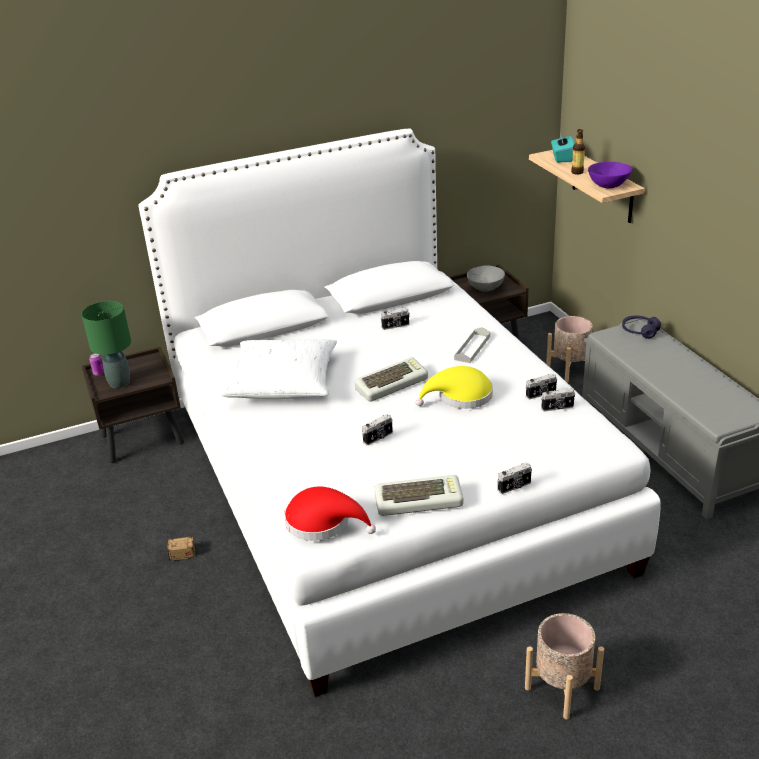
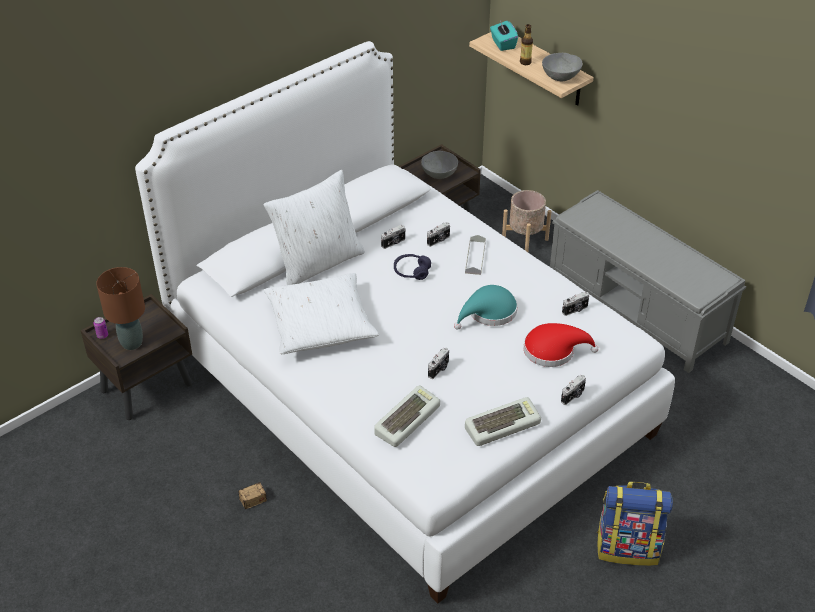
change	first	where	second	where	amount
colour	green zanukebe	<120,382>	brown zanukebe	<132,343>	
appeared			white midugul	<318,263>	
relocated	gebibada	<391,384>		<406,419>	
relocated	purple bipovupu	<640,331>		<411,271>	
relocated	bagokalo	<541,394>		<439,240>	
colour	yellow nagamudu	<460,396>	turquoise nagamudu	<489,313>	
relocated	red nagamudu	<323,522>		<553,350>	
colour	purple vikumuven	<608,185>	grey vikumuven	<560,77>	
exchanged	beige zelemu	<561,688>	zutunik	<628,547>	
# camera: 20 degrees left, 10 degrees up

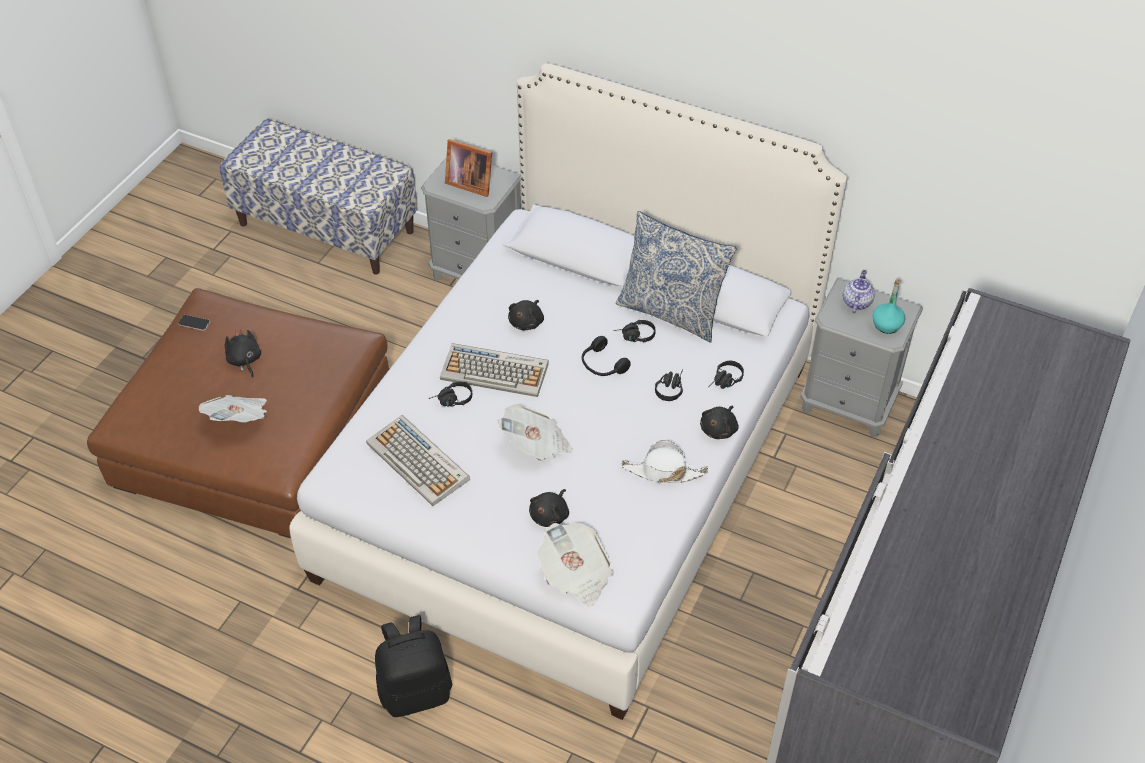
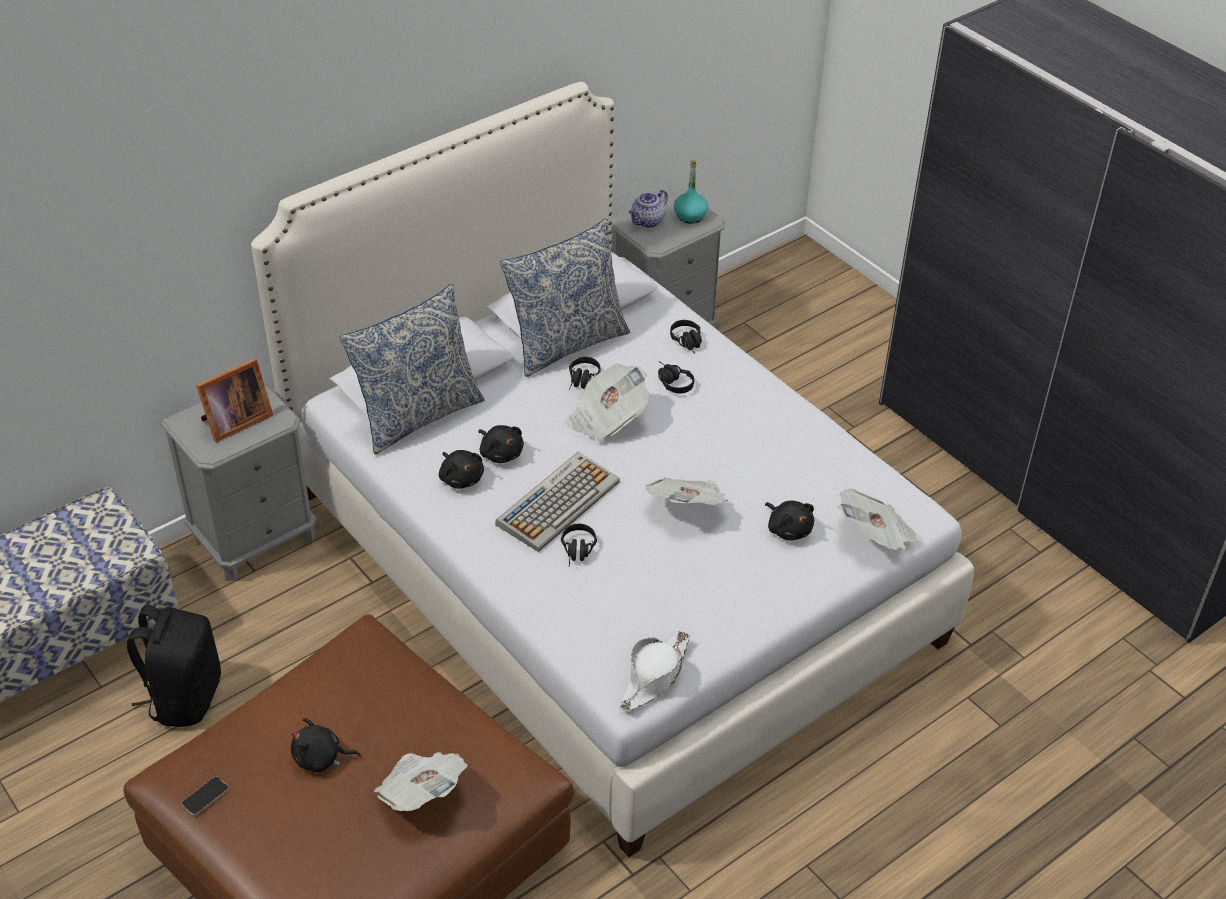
change	first	where	second	where	amount
relocated	black zutunik	<416,691>		<184,697>	
appeared			midugul	<418,415>	
relocated	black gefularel	<719,429>		<461,478>	
exchanged	black bipovupu	<602,365>	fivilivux	<607,418>	
relocated	white nagamudu	<663,471>		<654,676>	
spun	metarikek	<856,302>		<647,221>	90 degrees counterclockwise
missing	gebibada	<419,461>			
# camera: 65 degrees left, 5 degrees down

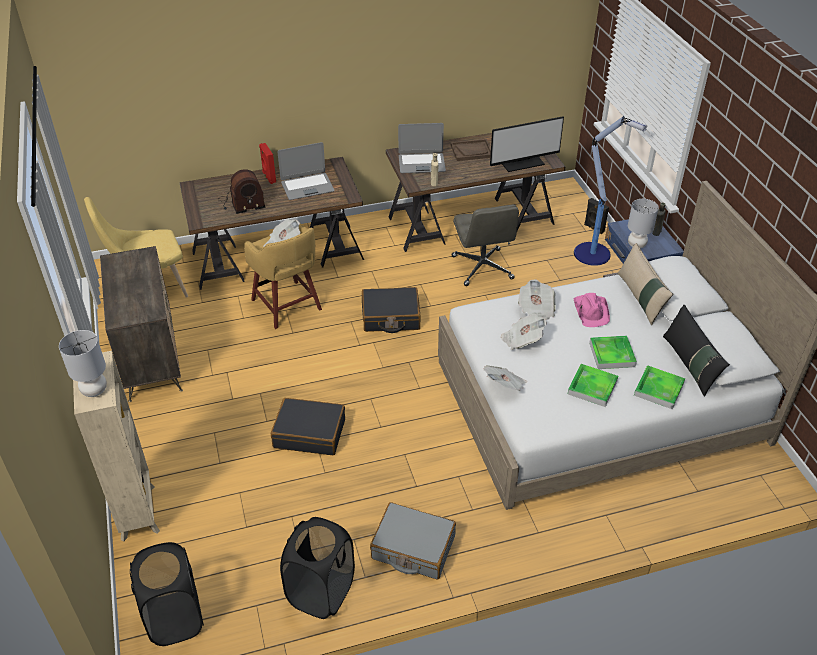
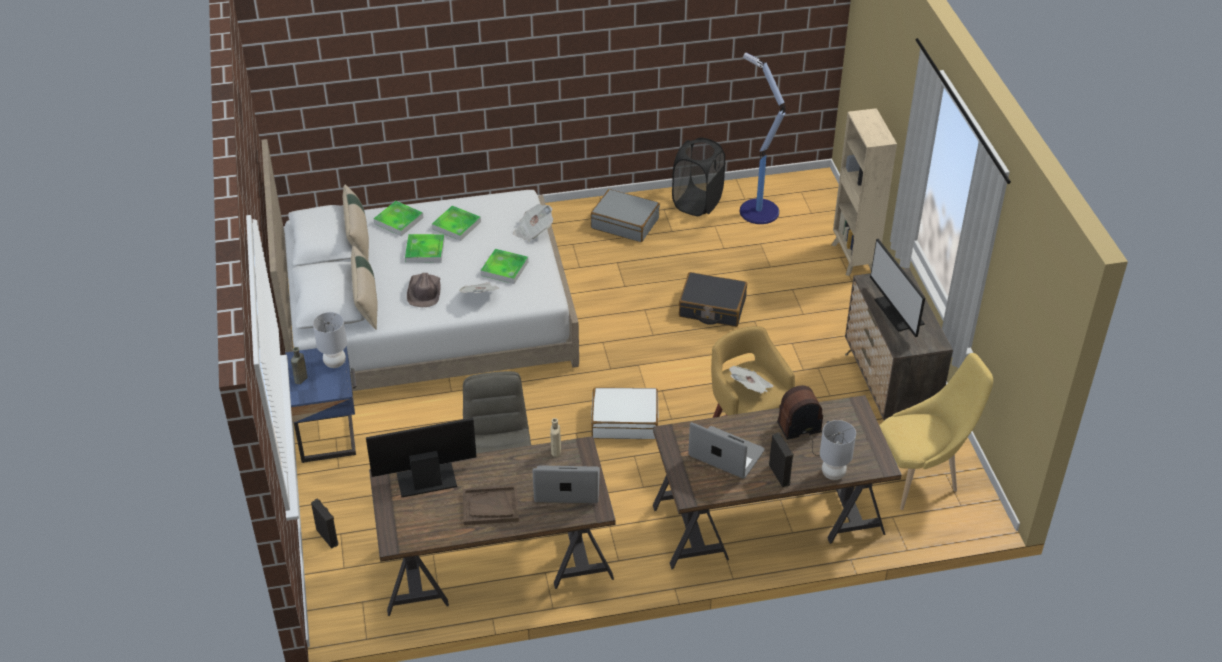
change	first	where	second	where	amount
colour	black midugul	<690,364>	beige midugul	<358,238>	
colour	pink nagamudu	<591,311>	brown nagamudu	<424,292>	
exchanged	fivilivux	<522,340>	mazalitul	<504,268>	
colour	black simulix	<390,317>	white simulix	<624,421>	
spun	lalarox	<307,187>		<726,454>	45 degrees clockwise
relocated	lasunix	<593,254>		<757,211>	
colour	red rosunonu	<268,177>	black rosunonu	<780,475>	
relocated	grey zanukebe	<94,391>		<833,473>	
appeared			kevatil	<898,312>	
missing	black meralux	<175,618>			
# camera: 175 degrees left, 0 degrees up

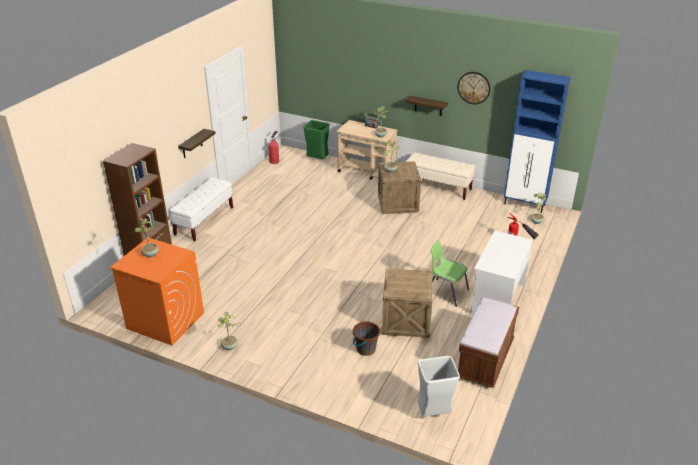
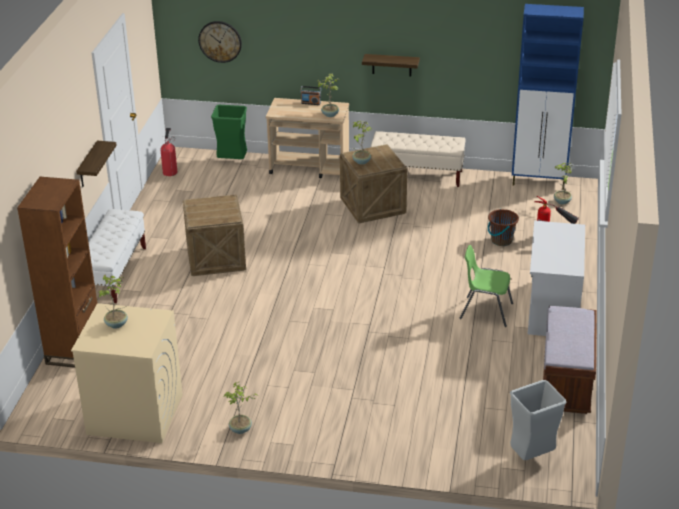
change	first	where	second	where	amount
colour	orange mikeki	<165,321>	beige mikeki	<134,414>	
relocated	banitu	<406,321>		<216,258>	
relocated	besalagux	<474,87>		<220,41>	
relocated	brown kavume	<365,349>		<501,240>	
# camera: 15 degrees left, 0 degrees up

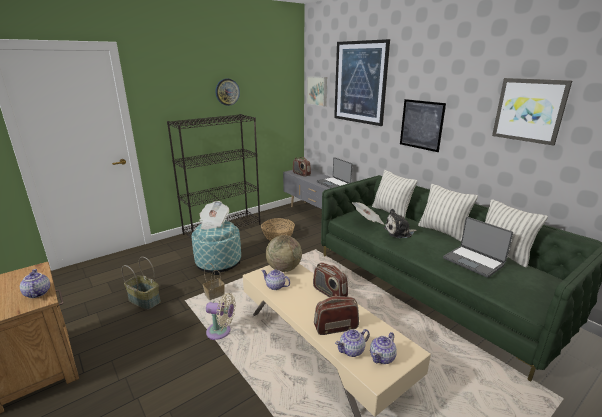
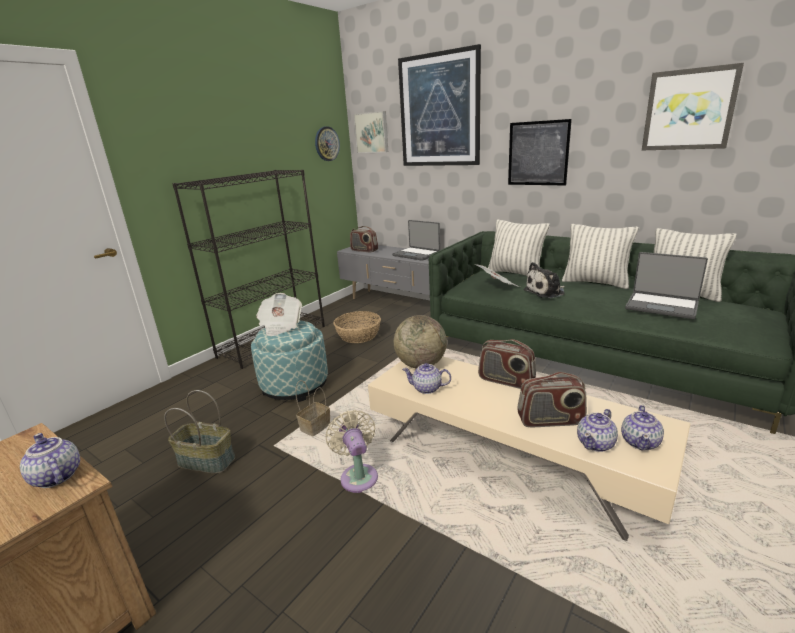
change	first	where	second	where	amount
relocated	besalagux	<227,92>		<326,144>	
spun	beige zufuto	<221,332>		<358,475>	105 degrees counterclockwise
spun	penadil	<335,327>		<550,420>	150 degrees counterclockwise
# camera: 15 degrees left, 0 degrees up

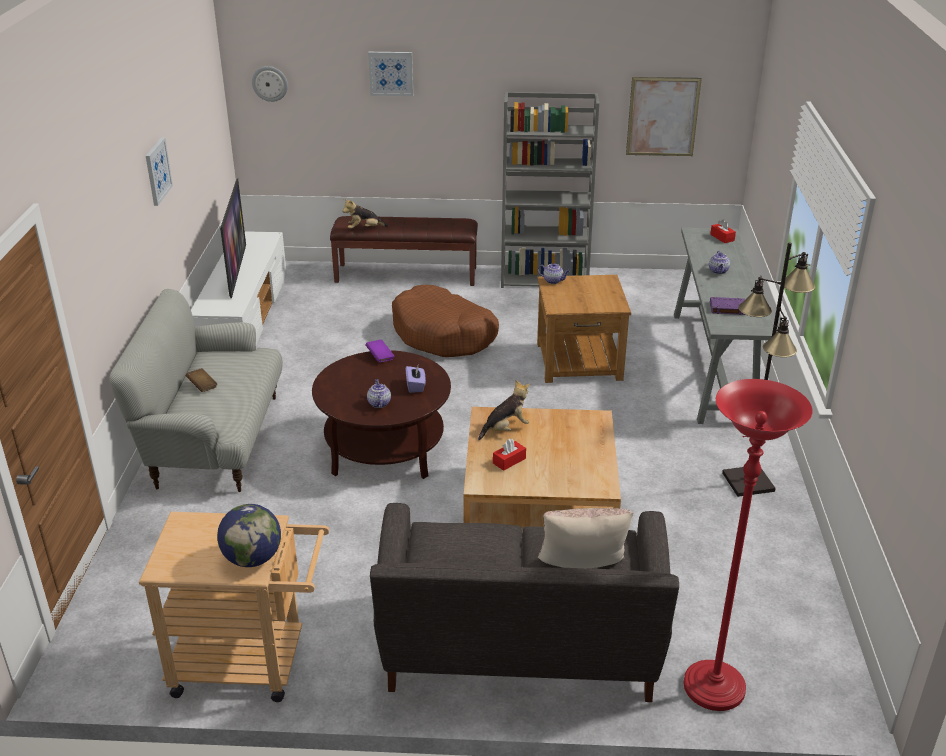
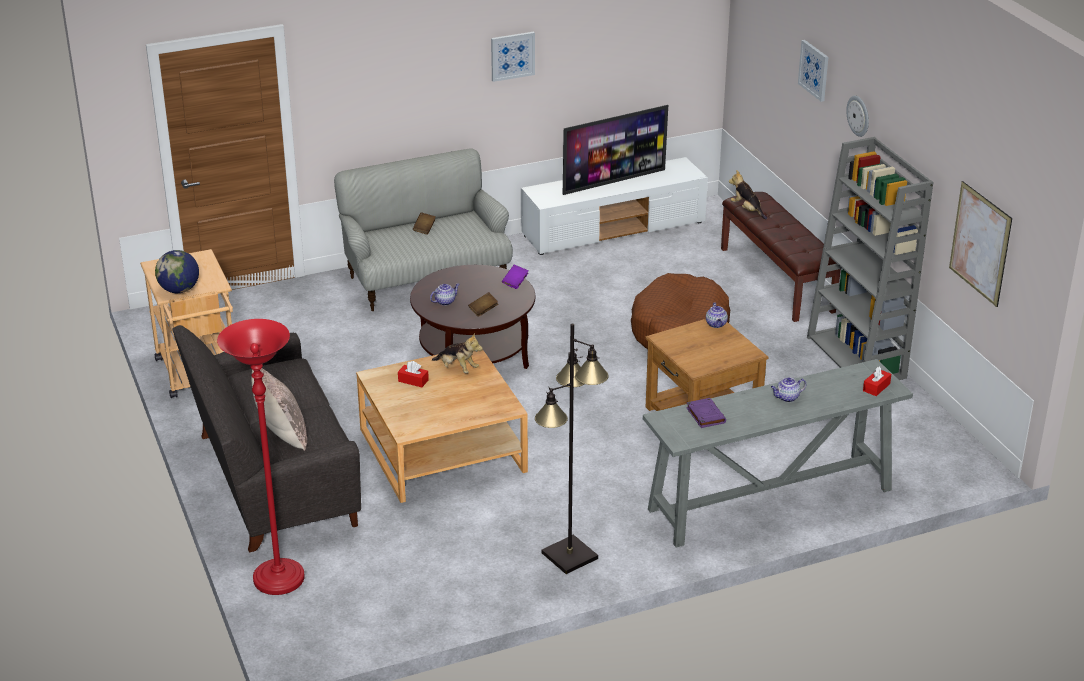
change	first	where	second	where	amount
exchanged	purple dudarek	<415,386>	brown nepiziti	<483,310>	
relocated	besalagux	<270,83>		<858,115>	
# camera: 65 degrees right, 0 degrees up

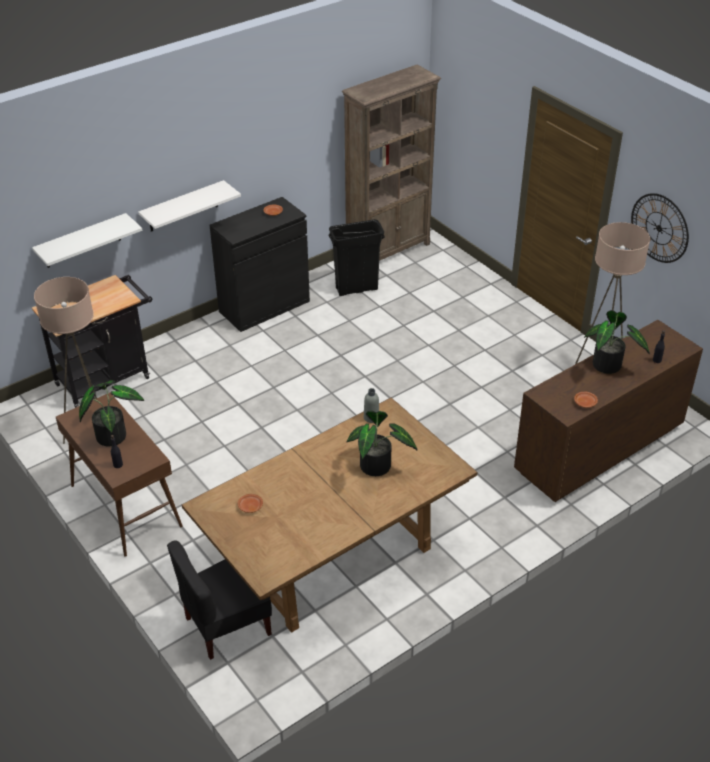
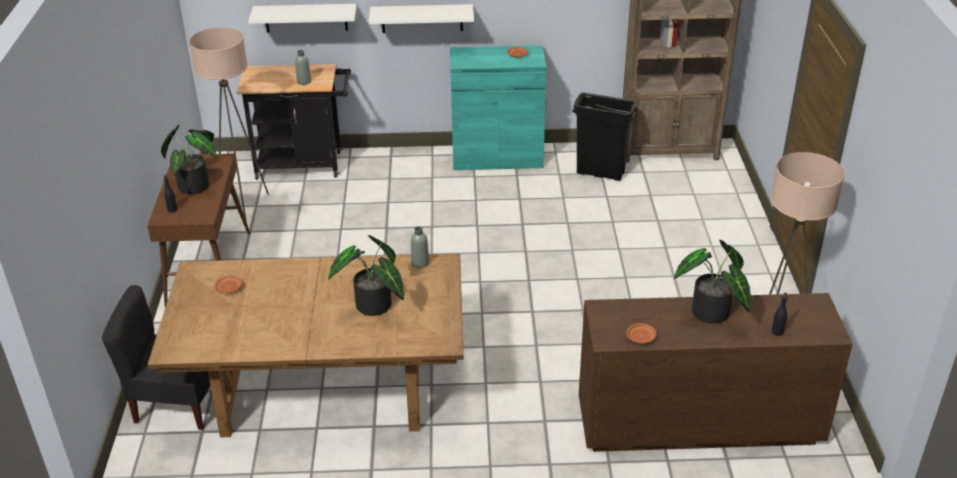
change	first	where	second	where	amount
appeared			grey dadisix	<304,81>	
colour	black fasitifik	<264,306>	turquoise fasitifik	<497,157>	
missing	besalagux	<659,228>			
# camera: 35 degrees right, 5 degrees down

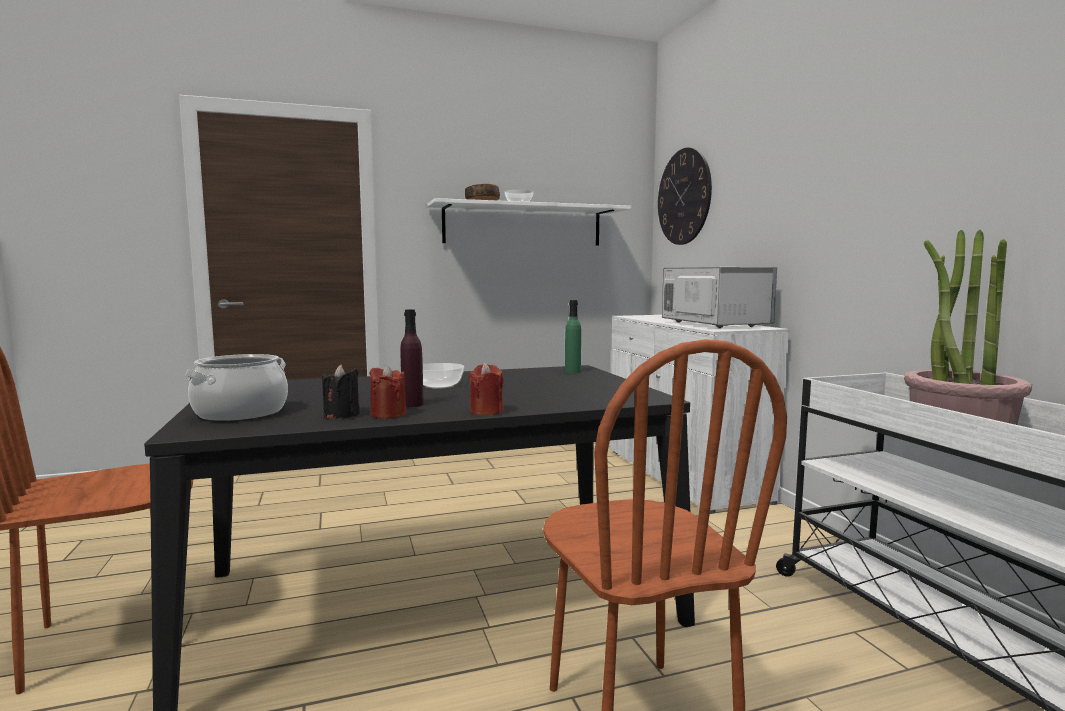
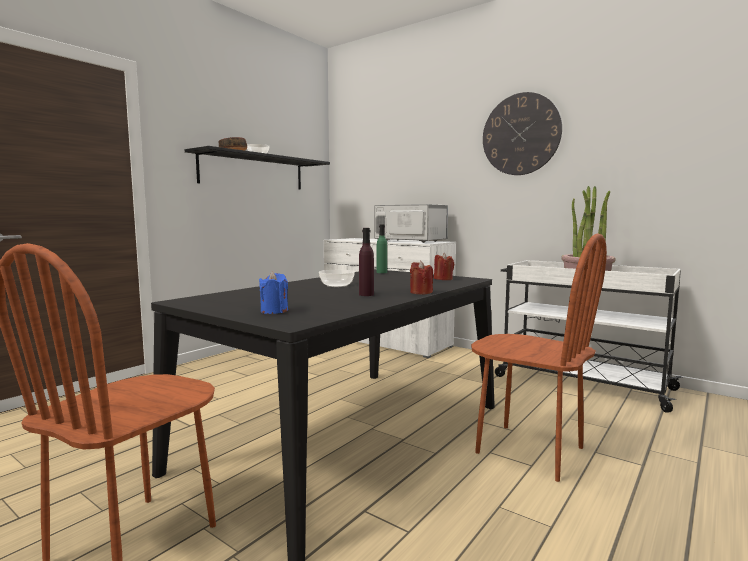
change	first	where	second	where	amount
colour	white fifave	<523,225>	black fifave	<253,172>	
exchanged	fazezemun	<240,413>	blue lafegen	<274,311>	
relocated	red lafegen	<388,415>		<443,279>	
relocated	besalagux	<684,197>		<521,134>	
missing	black lafegen	<342,415>			
# camera: 35 degrees left, 0 degrees up

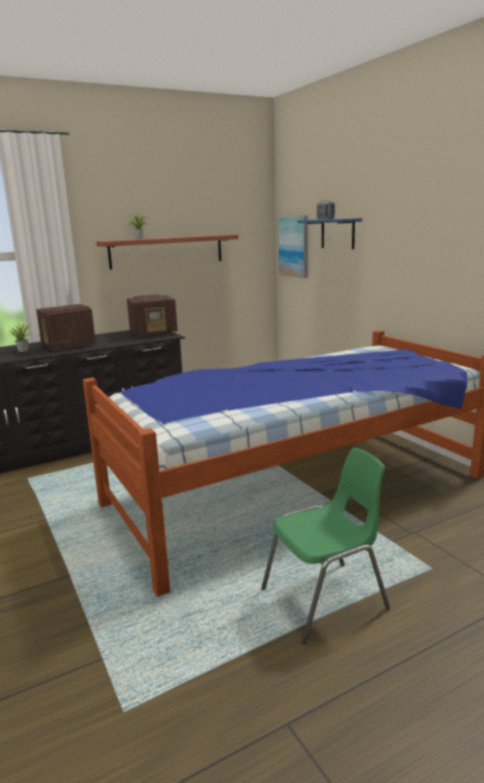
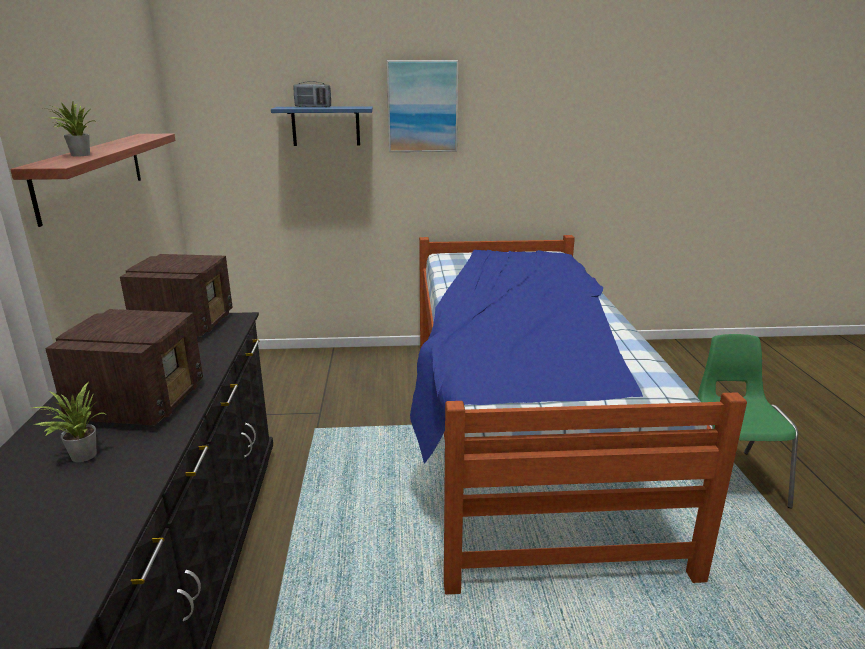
change	first	where	second	where	amount
spun	penadil	<68,346>		<141,402>	75 degrees counterclockwise
relocated	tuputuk	<294,246>		<422,106>	
# camera: 65 degrees left, 5 degrees up

